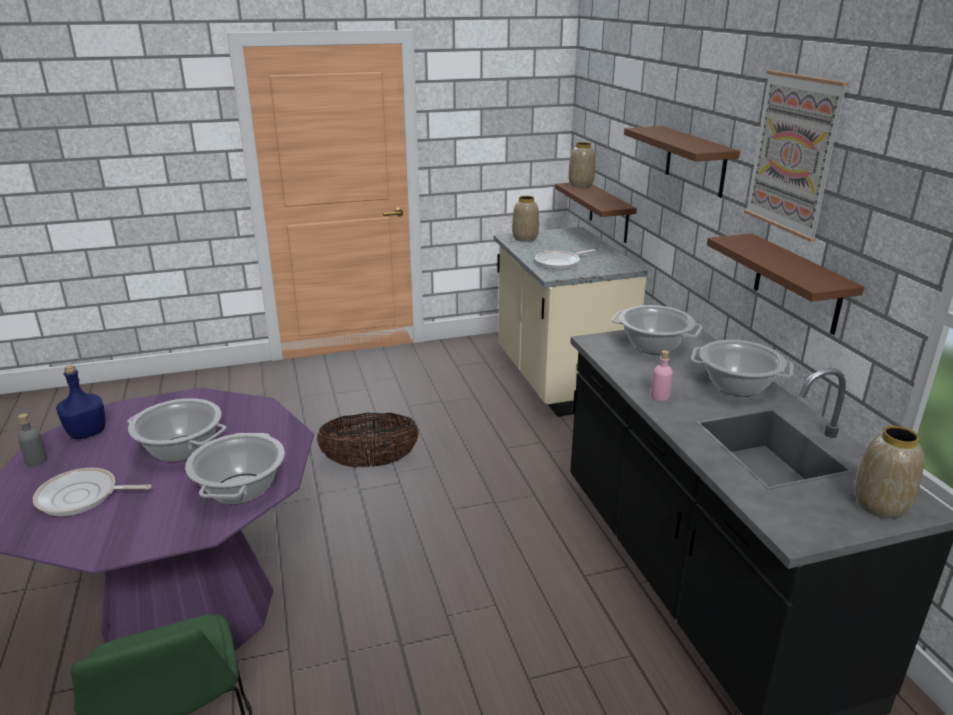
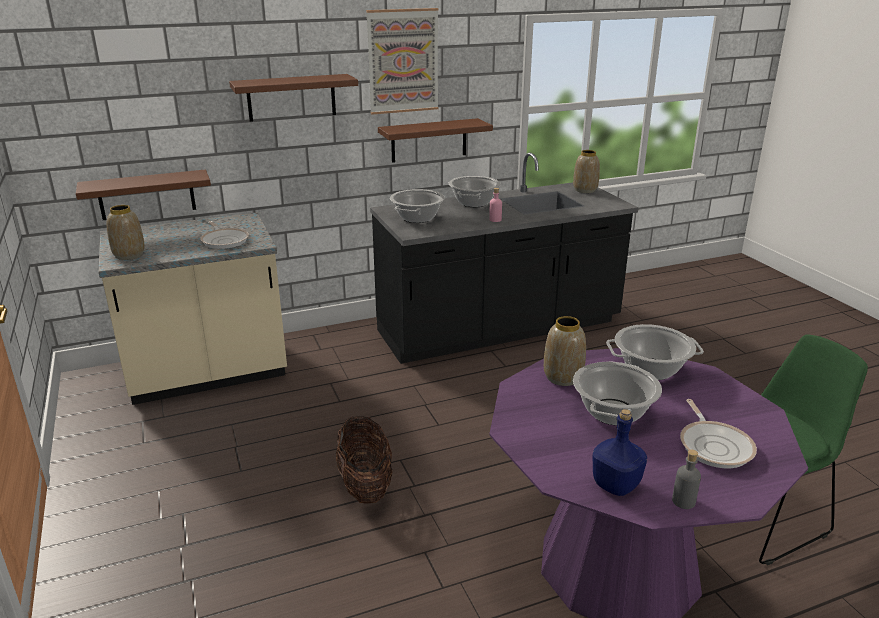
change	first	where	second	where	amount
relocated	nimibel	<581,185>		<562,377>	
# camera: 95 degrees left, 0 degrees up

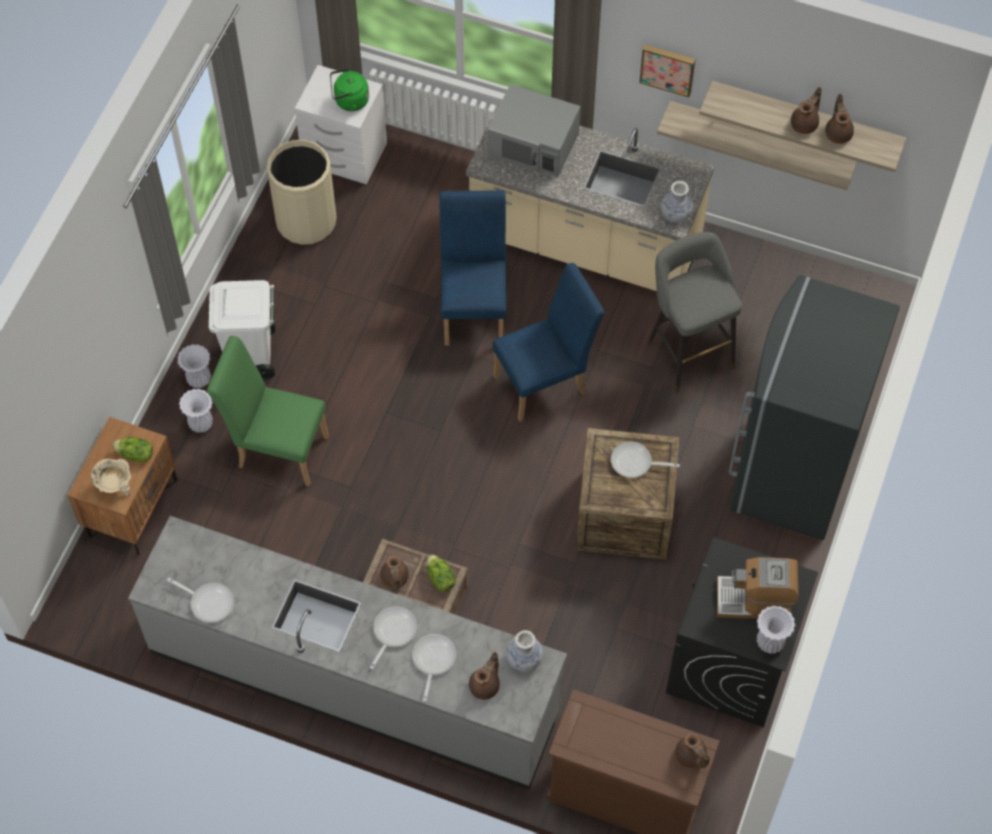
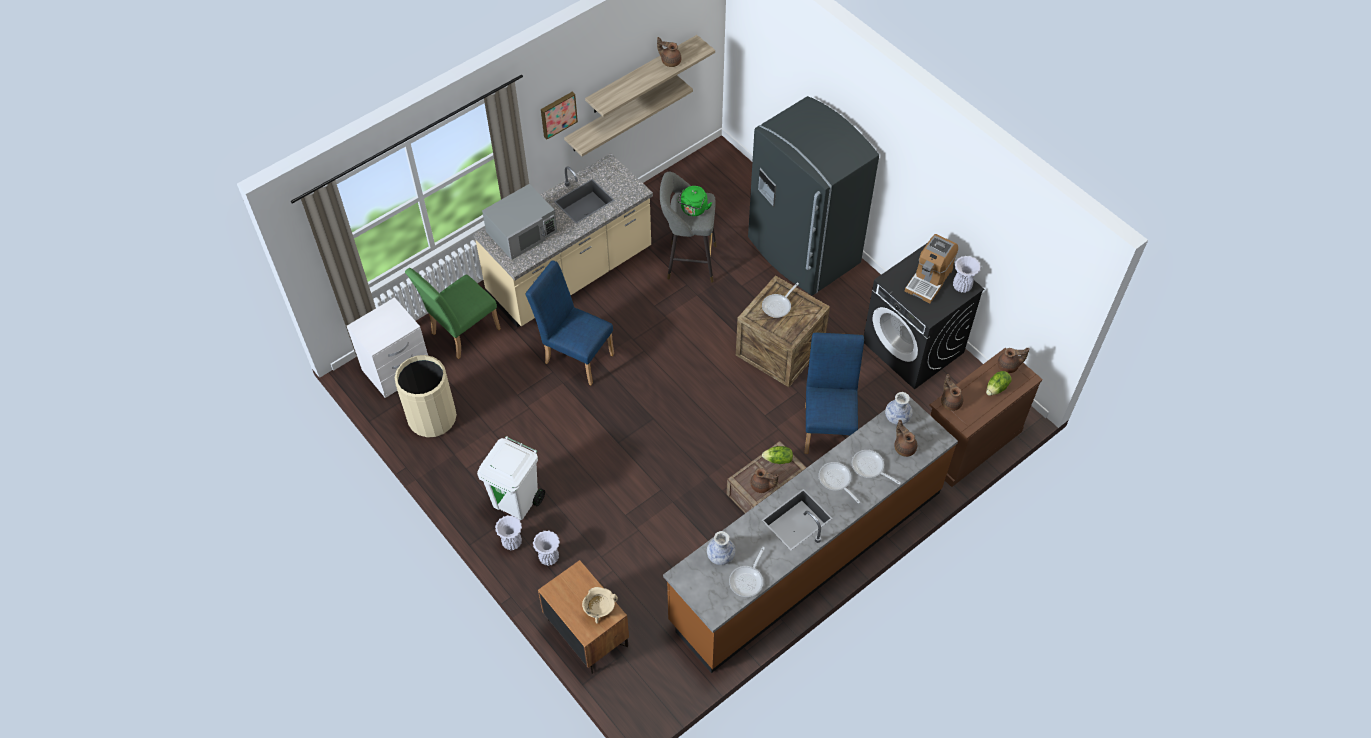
change	first	where	second	where	amount
relocated	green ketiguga	<276,448>		<461,333>	
colour	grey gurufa	<354,680>	brown gurufa	<806,555>	
relocated	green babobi	<349,101>		<693,210>	
relocated	nimibel	<676,214>		<720,555>	
spun	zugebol	<209,602>		<748,580>	150 degrees clockwise
relocated	blue ketiguga	<546,382>		<828,425>	
relocated	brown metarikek	<805,124>		<950,401>	
relocated	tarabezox	<135,455>		<997,388>	
# camera: 60 degrees left, 5 degrees down

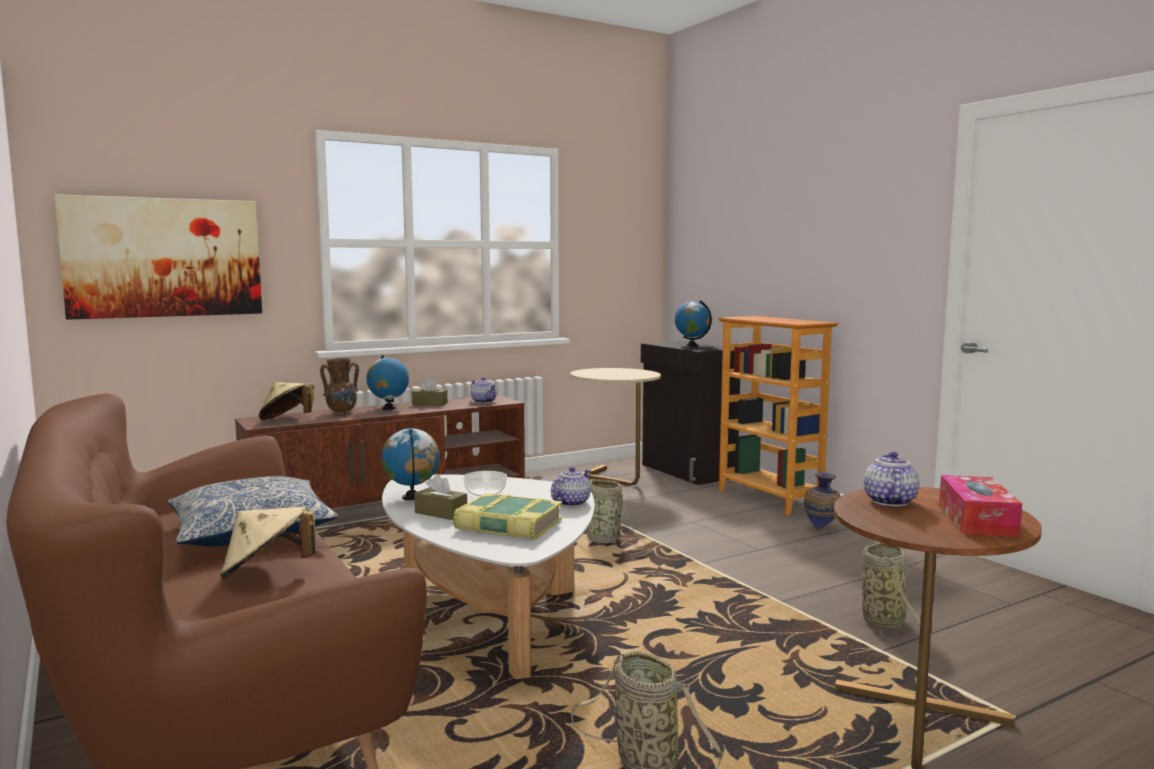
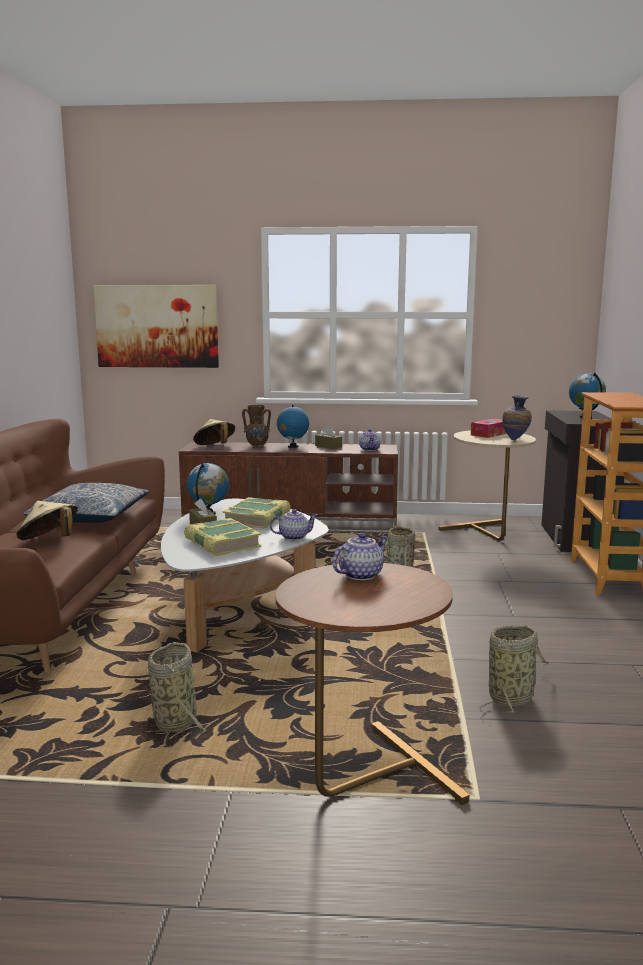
change	first	where	second	where	amount
exchanged	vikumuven	<486,492>	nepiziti	<258,519>	
relocated	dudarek	<976,520>		<489,434>	
relocated	nimibel	<821,528>		<515,440>	
# camera: 35 degrees right, 5 degrees up

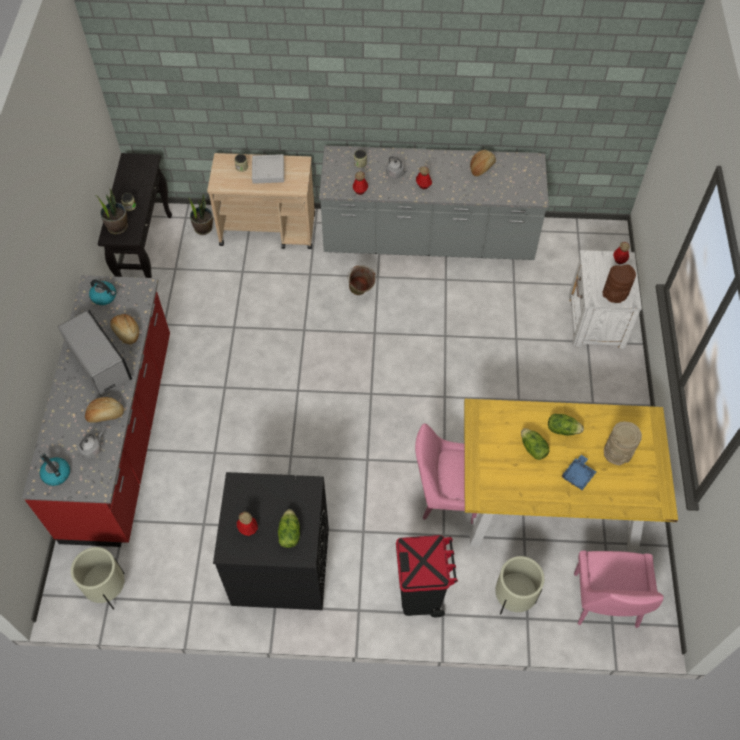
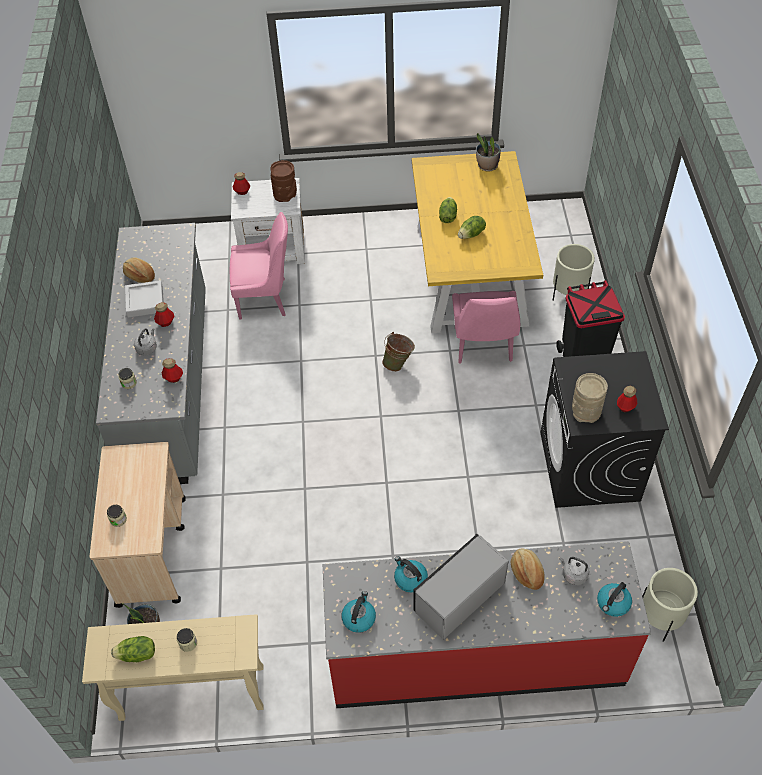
change	first	where	second	where	amount
colour	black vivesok	<147,252>	beige vivesok	<191,693>	
relocated	tarabezox	<289,534>		<137,655>	
relocated	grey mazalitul	<268,171>		<145,301>	
relocated	pink ketiguga	<606,603>		<265,298>	
relocated	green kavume	<361,293>		<398,363>	
exchanged	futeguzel	<126,332>	babobi	<410,579>	
relocated	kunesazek	<117,227>		<487,166>	
relocated	beige nimibel	<617,453>		<586,411>	
missing	blue mazalitul	<578,475>			
# camera: 95 degrees left, 5 degrees down

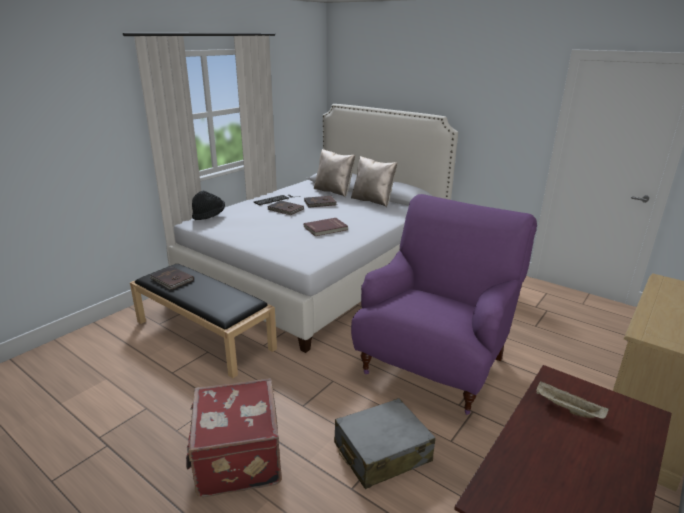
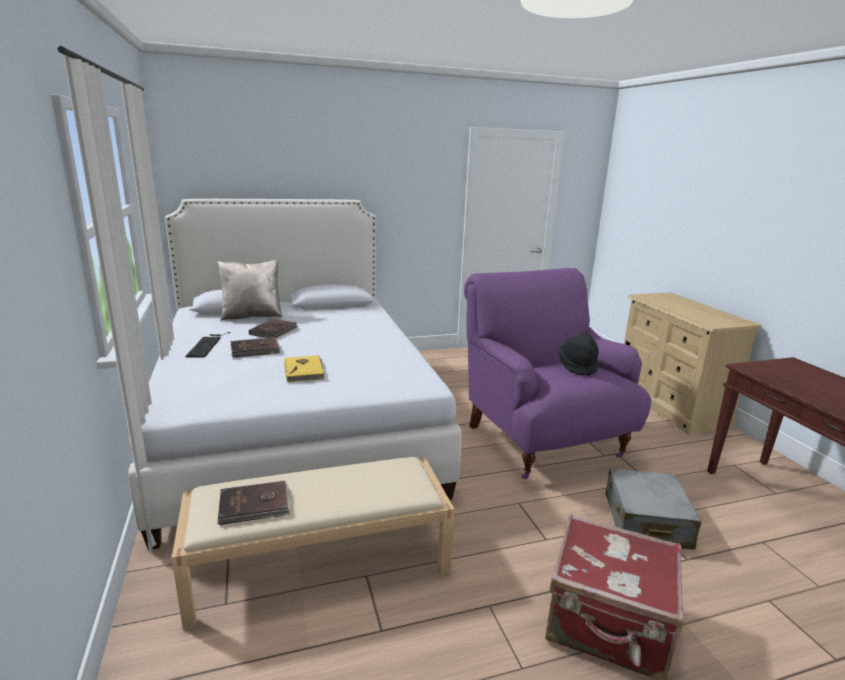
change	first	where	second	where	amount
colour	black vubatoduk	<205,335>	beige vubatoduk	<321,563>	
appeared			yellow nepiziti	<304,370>	
relocated	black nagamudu	<209,216>		<577,366>	
missing	red nepiziti	<326,228>			
missing	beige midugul	<373,201>			
missing	beige mazalitul	<567,409>			
# camera: 55 degrees left, 5 degrees down

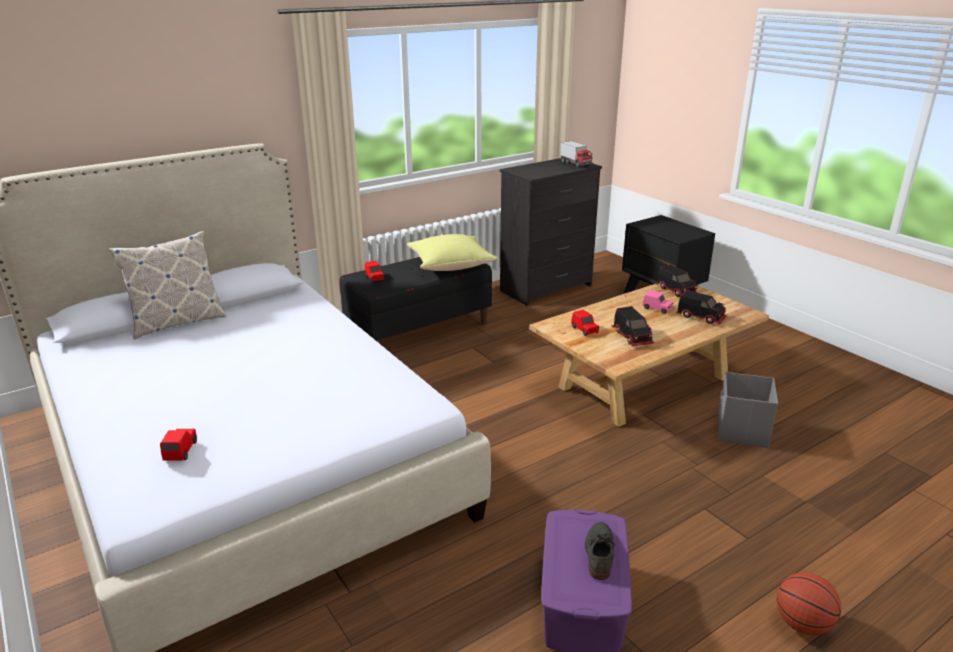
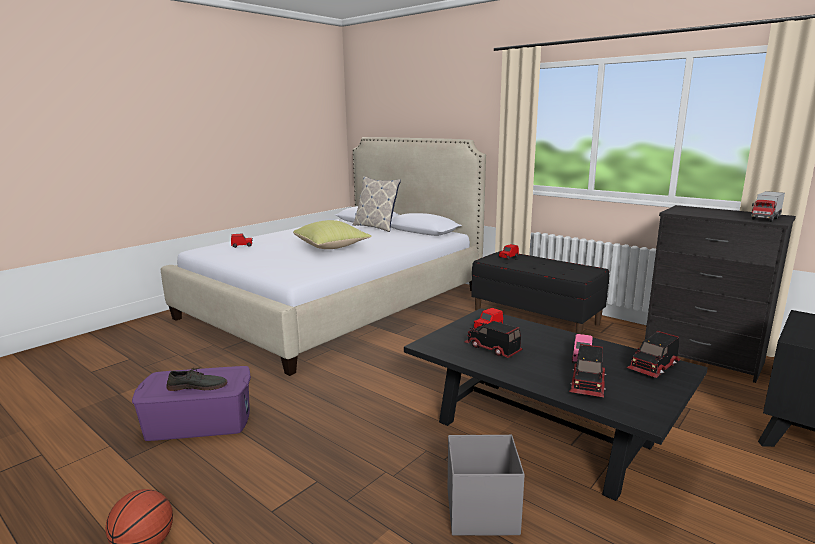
change	first	where	second	where	amount
relocated	yellow midugul	<451,266>		<332,247>	
colour	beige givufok	<643,382>	black givufok	<542,432>	
spun	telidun	<632,337>		<492,349>	75 degrees clockwise
# camera: 75 degrees right, 10 degrees down

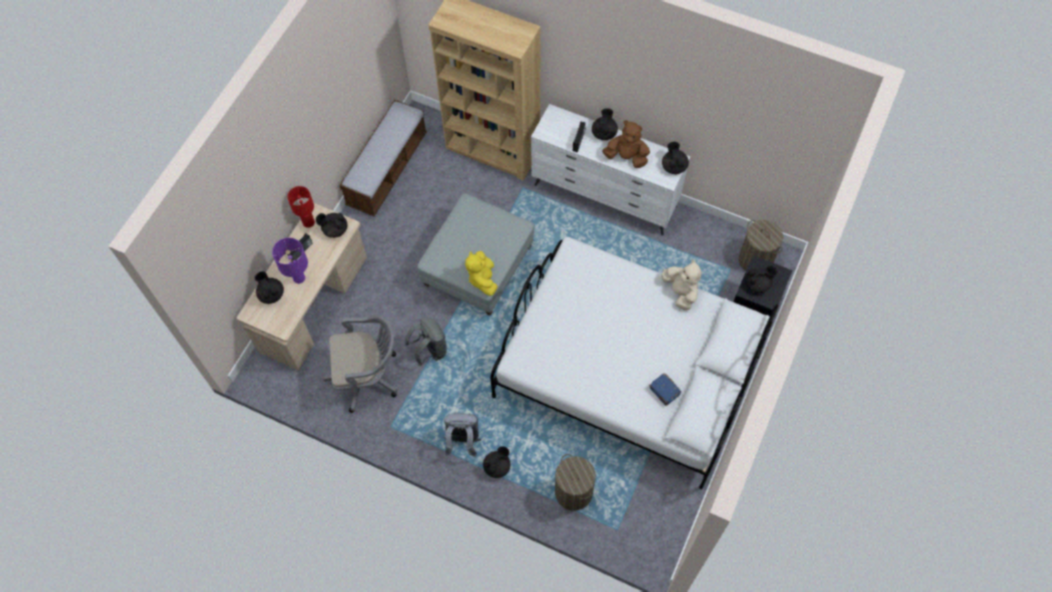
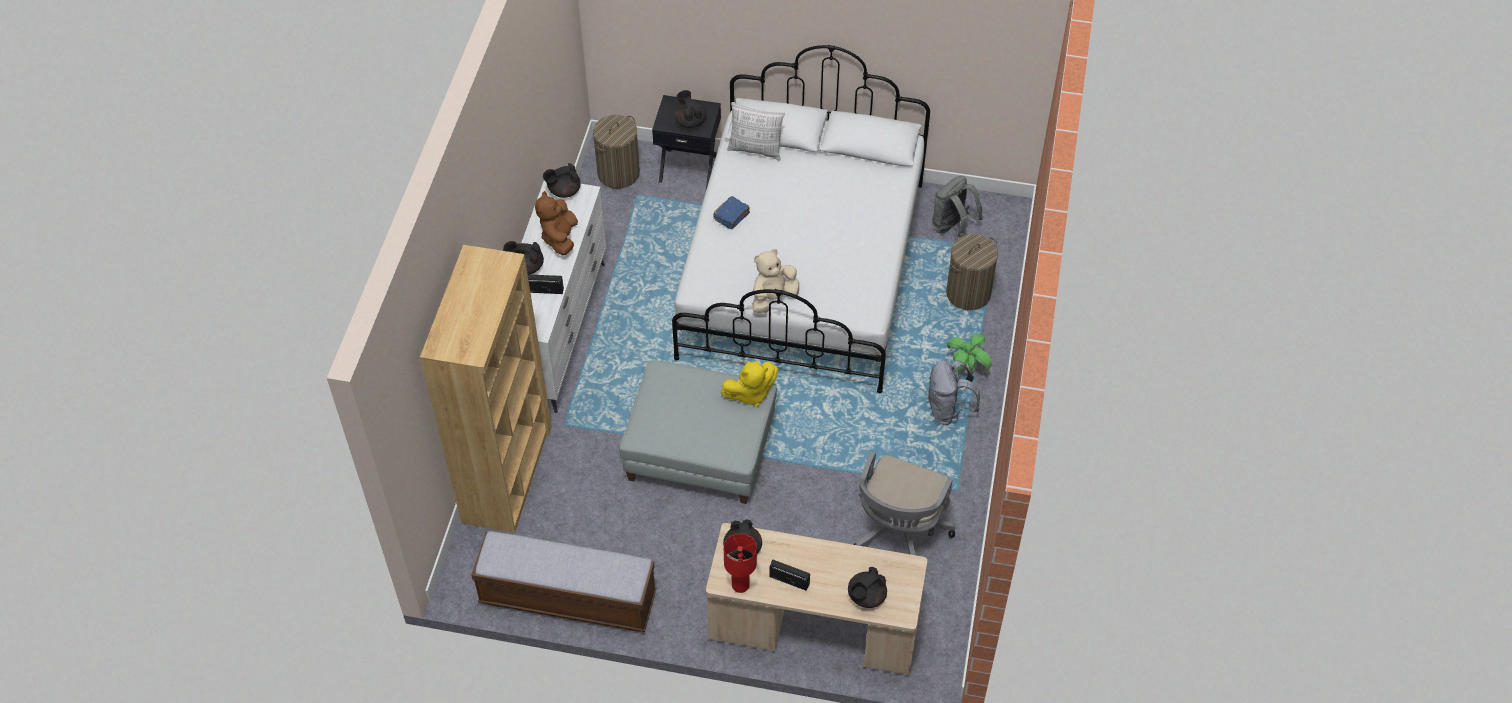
change	first	where	second	where	amount
relocated	blue nepiziti	<664,392>		<732,217>	
appeared			midugul	<755,150>	
relocated	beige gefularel	<680,292>		<773,298>	
spun	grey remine	<368,376>		<898,533>	135 degrees counterclockwise
relocated	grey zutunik	<430,351>		<952,227>	
exchanged	black metarikek	<497,466>	kunesazek	<966,370>	
missing	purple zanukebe	<299,278>			
# camera: 105 degrees left, 10 degrees down

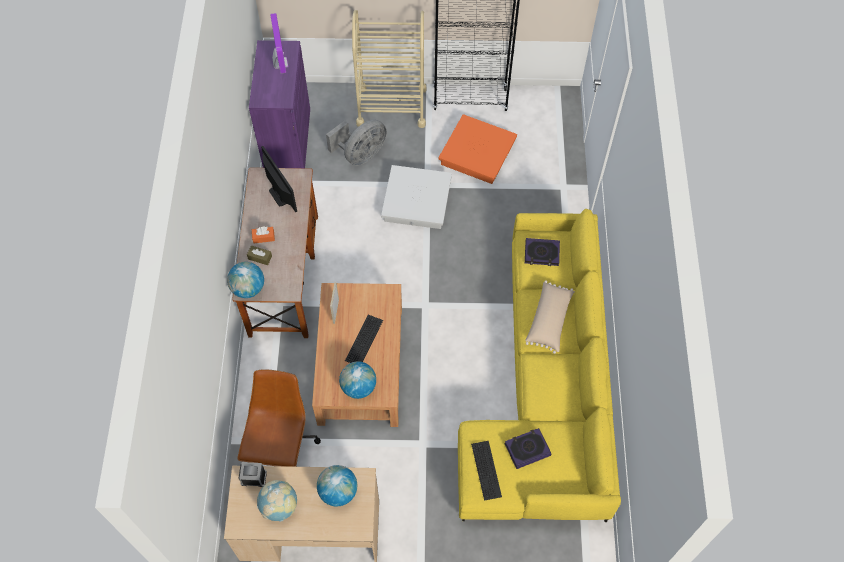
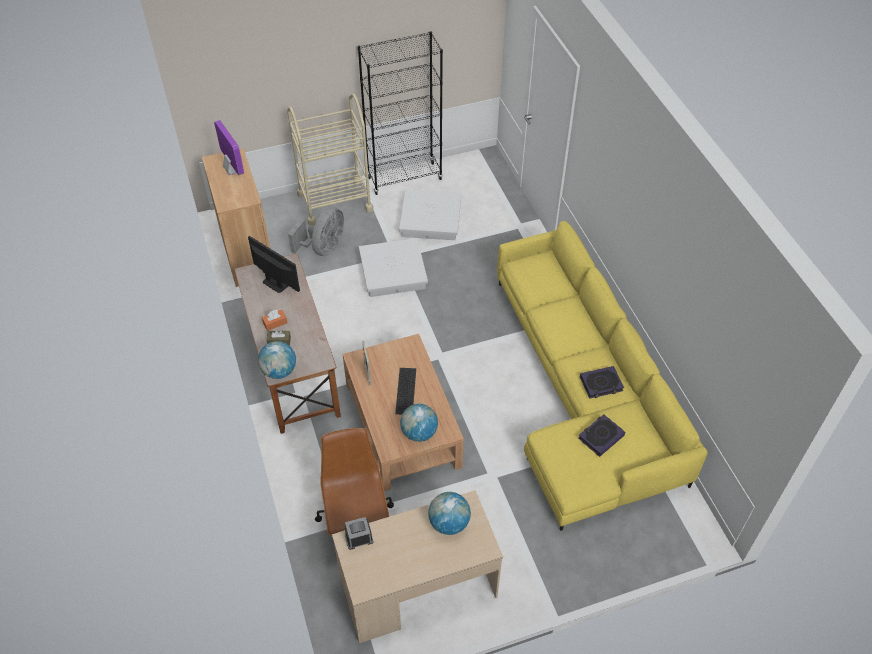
change	first	where	second	where	amount
colour	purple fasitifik	<287,140>	brown fasitifik	<247,254>	
colour	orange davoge	<477,153>	white davoge	<431,219>	
relocated	nepiziti	<541,254>		<601,384>	
missing	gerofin	<279,506>			
missing	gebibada	<487,470>			
missing	beige midugul	<549,320>			
# camera: 20 degrees left, 10 degrees down

